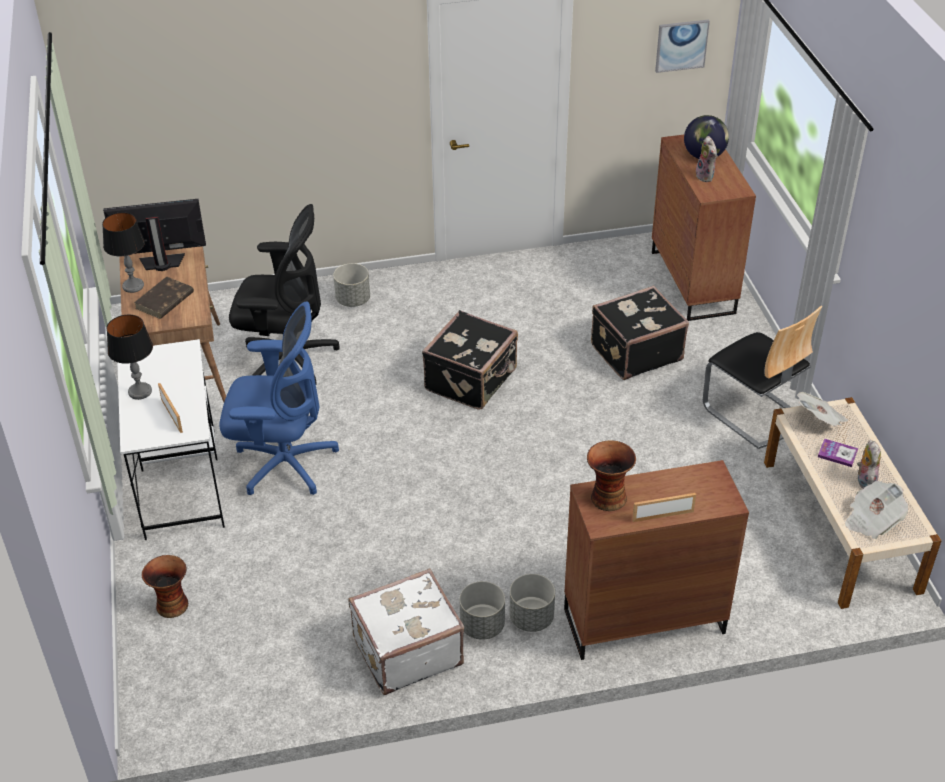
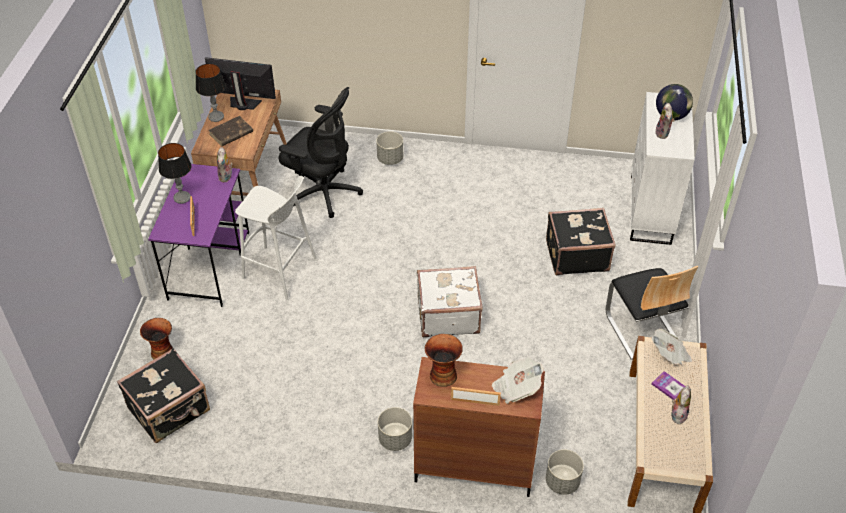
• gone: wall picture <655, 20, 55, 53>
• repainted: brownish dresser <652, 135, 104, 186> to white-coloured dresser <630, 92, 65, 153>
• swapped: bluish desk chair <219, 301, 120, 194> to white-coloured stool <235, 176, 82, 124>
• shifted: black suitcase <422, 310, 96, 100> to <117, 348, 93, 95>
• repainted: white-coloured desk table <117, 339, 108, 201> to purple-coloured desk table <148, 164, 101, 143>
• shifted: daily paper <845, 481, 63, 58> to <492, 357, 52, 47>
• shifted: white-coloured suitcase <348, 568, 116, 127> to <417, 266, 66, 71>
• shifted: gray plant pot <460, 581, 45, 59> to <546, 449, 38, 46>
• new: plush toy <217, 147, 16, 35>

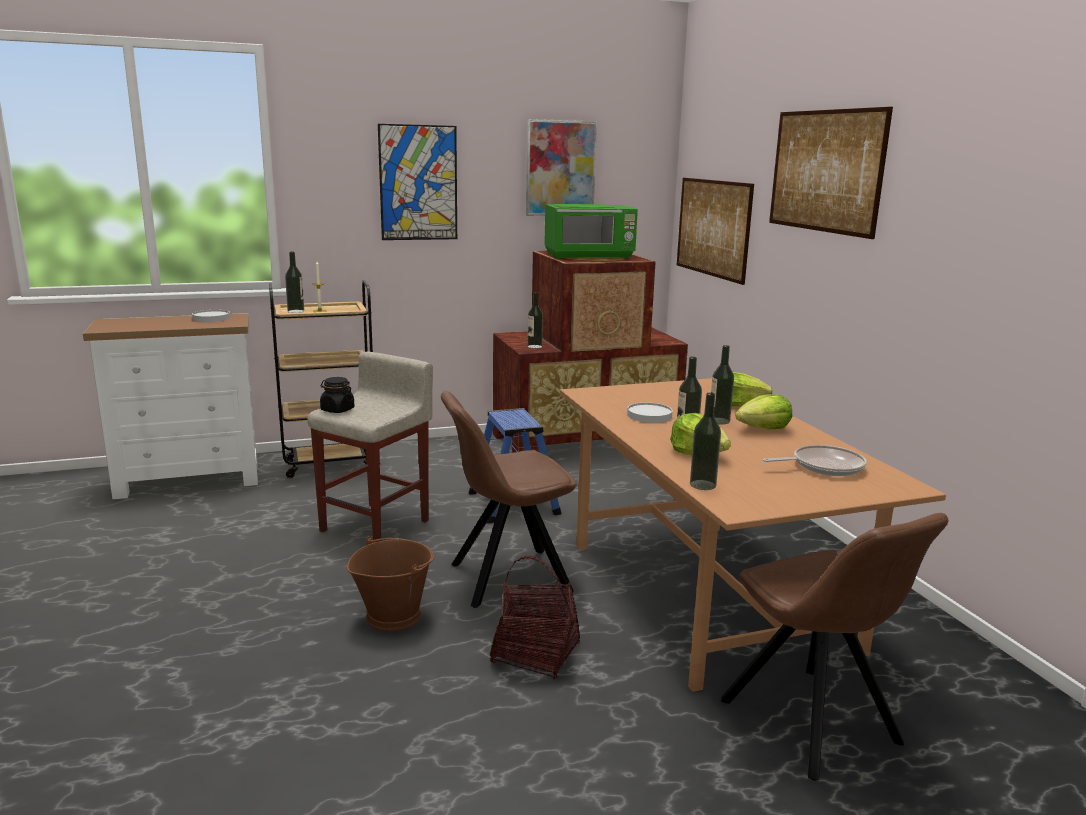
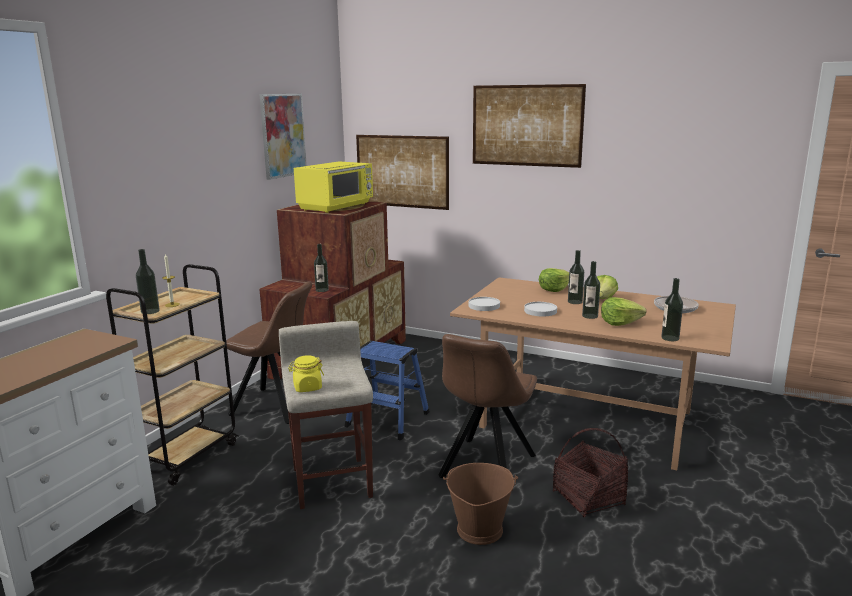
• gone: wall picture <378, 124, 79, 116>
• repainted: green microwave oven <544, 204, 94, 55> to yellow microwave oven <294, 161, 79, 52>
• shifted: white-coloured dinner plate <192, 310, 38, 12> to <469, 297, 31, 14>
• repainted: black preserve jar <320, 377, 34, 36> to yellow preserve jar <288, 355, 36, 37>
• shifted: brownish plain chair <721, 513, 227, 268> to <226, 281, 86, 143>

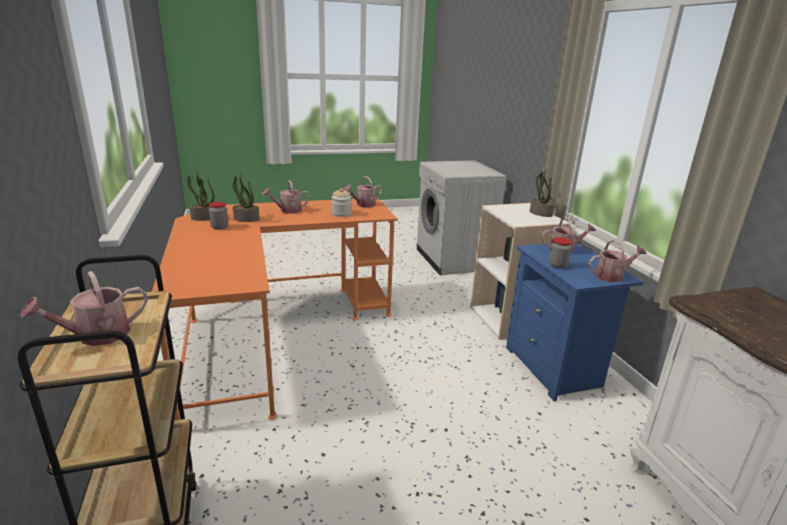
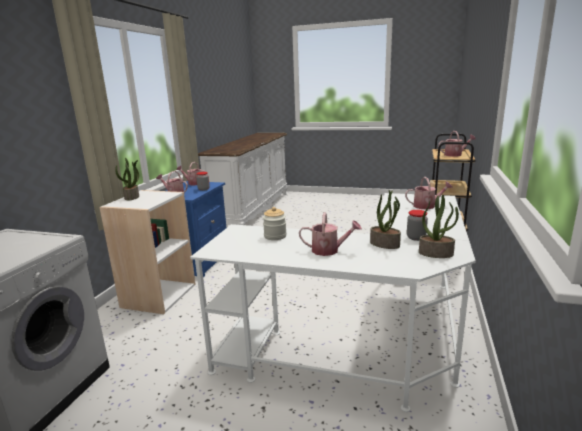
• shifted: watering can <343, 176, 39, 31> to <405, 177, 48, 32>
• repainted: orange desk table <152, 198, 246, 222> to white-coloured desk table <190, 193, 286, 219>

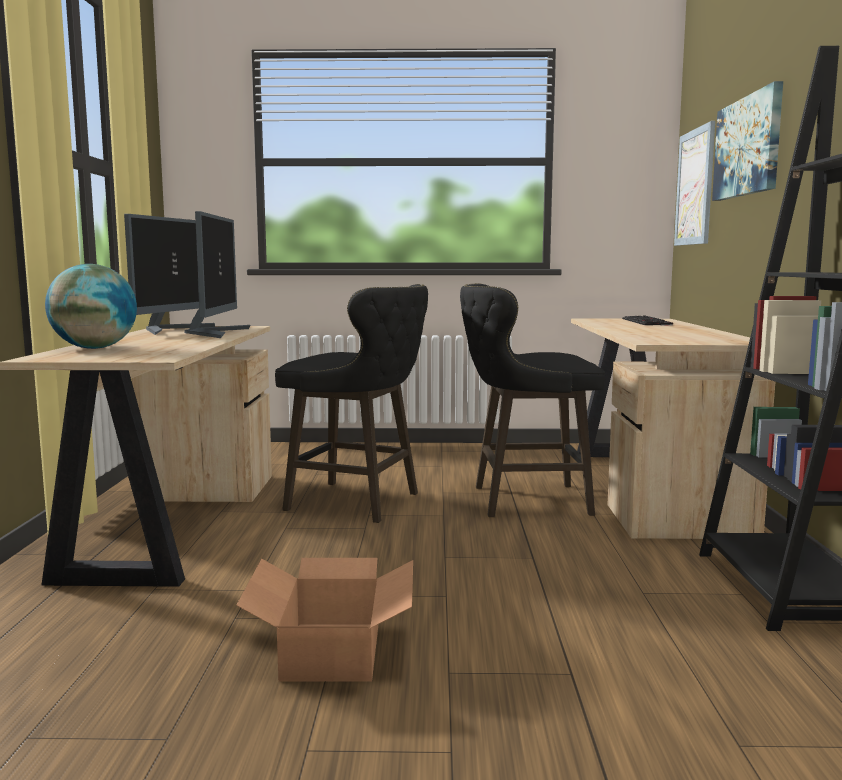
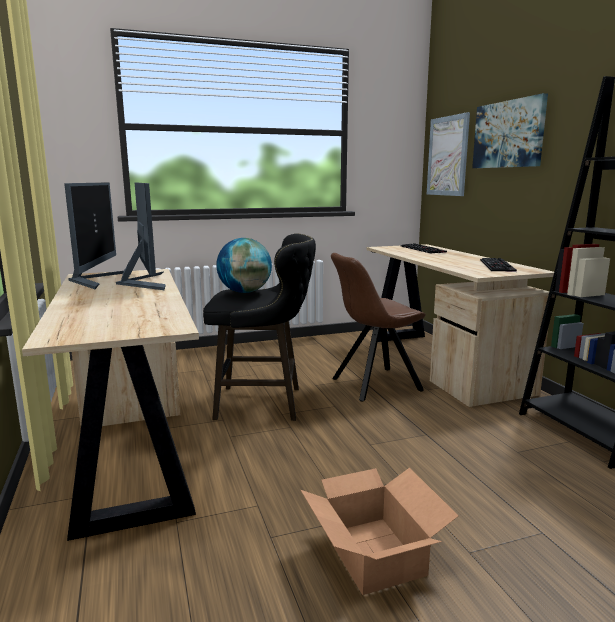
• shifted: world globe <45, 264, 92, 85> to <216, 238, 56, 55>
• swapped: black stool <460, 283, 145, 234> to brownish plain chair <331, 253, 95, 149>
• new: PC keyboard <480, 258, 37, 14>

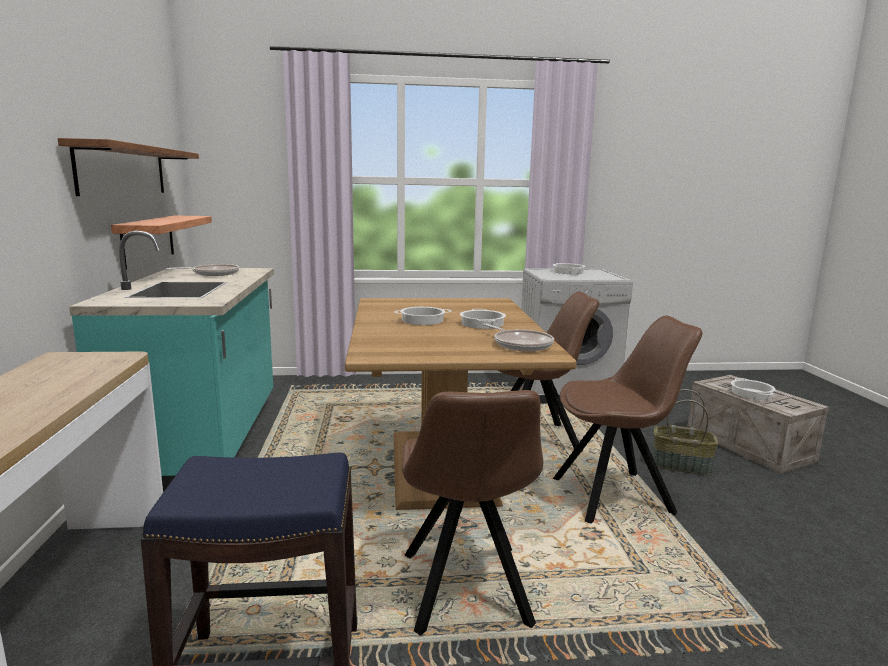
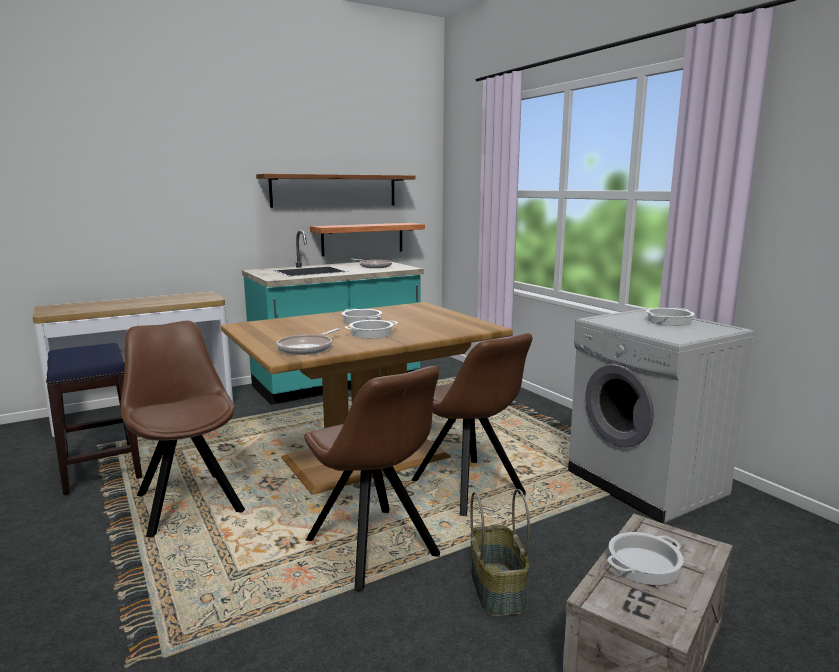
• rotated: brownish plain chair <402, 390, 141, 245> = <121, 321, 124, 217> 90 degrees clockwise

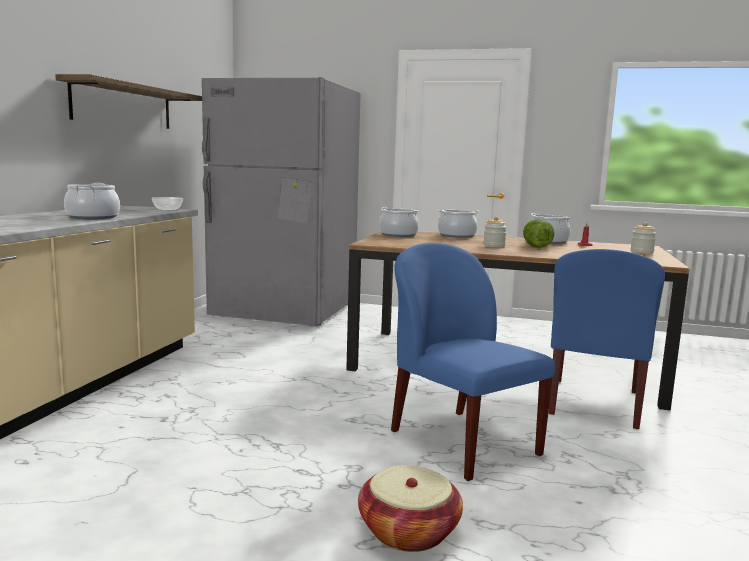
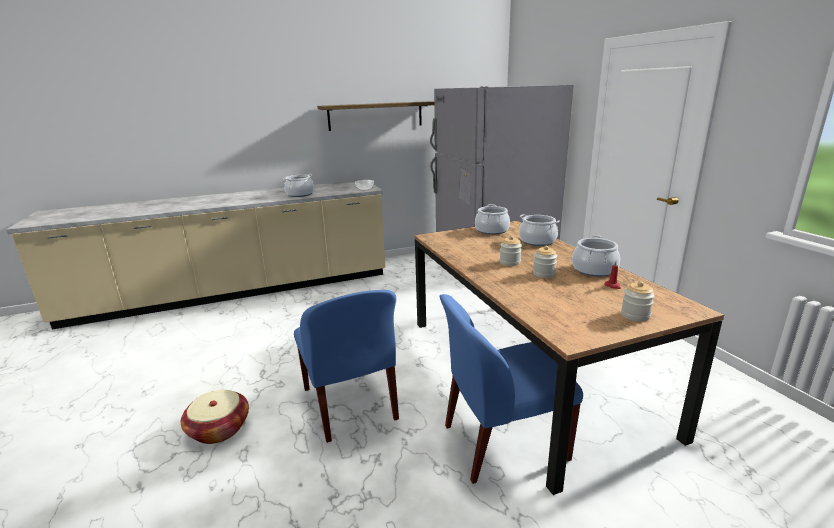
• swapped: lettuce <523, 219, 31, 29> to preserve jar <533, 246, 24, 32>
• rotated: bluish plain chair <391, 243, 165, 238> = <294, 290, 105, 153> 135 degrees clockwise

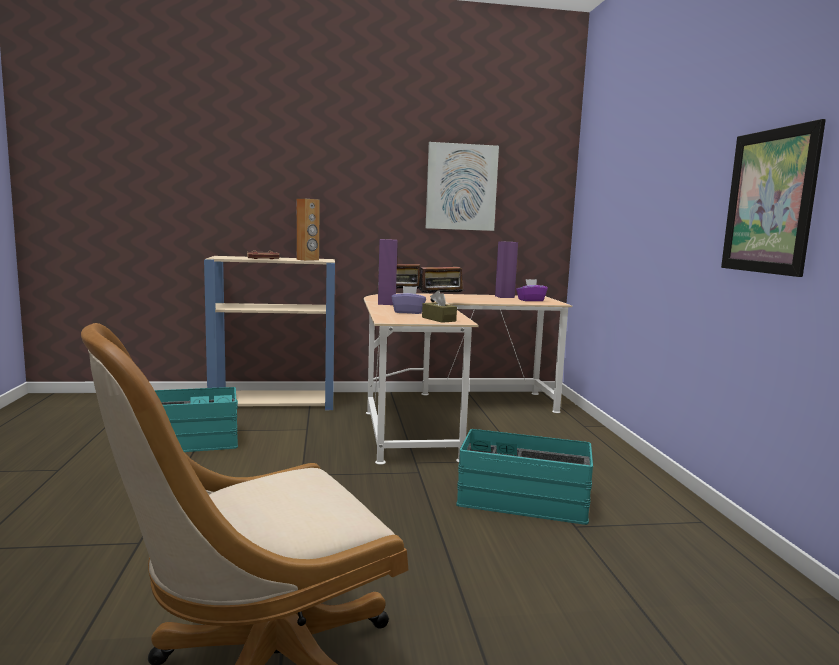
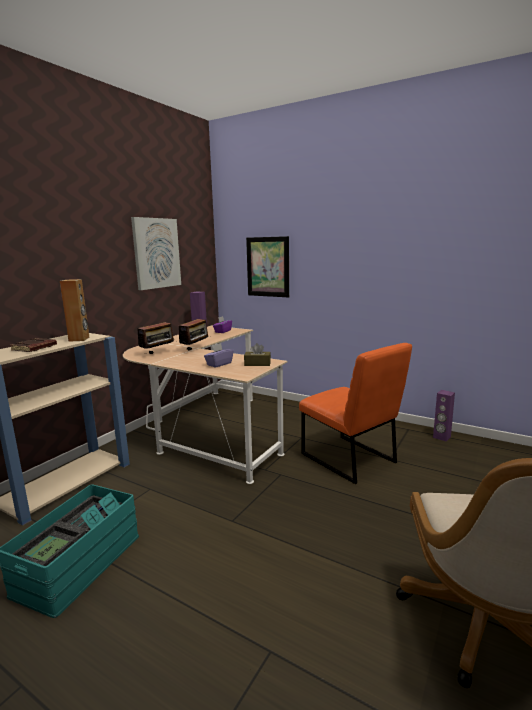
• shifted: wall picture <721, 119, 105, 158> to <246, 236, 43, 61>
• shifted: purple-coloured audio speaker <378, 239, 20, 66> to <433, 390, 22, 52>
• swapped: turquoise storage bin <456, 429, 137, 96> to orange plain chair <299, 343, 113, 141>

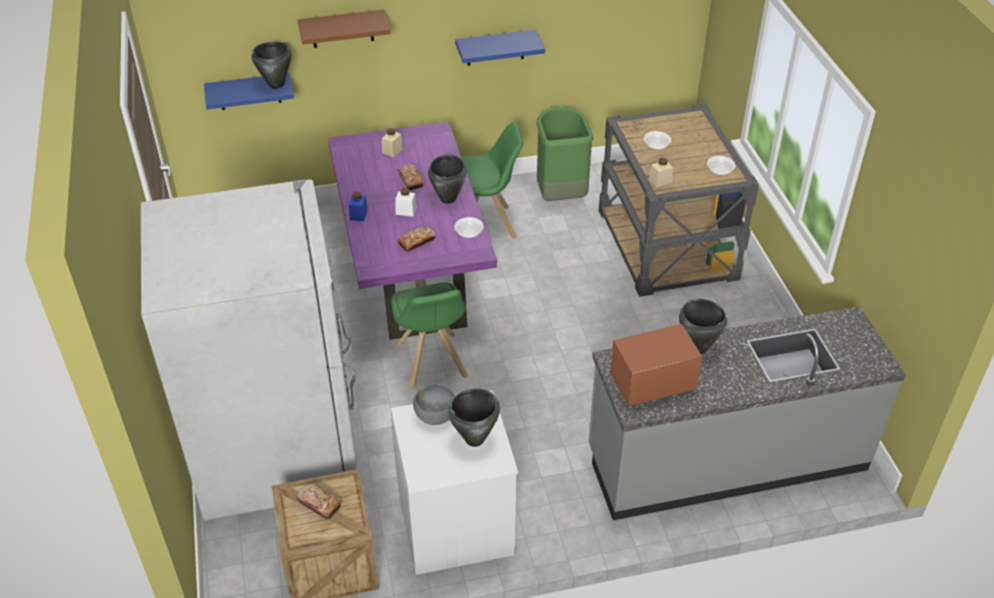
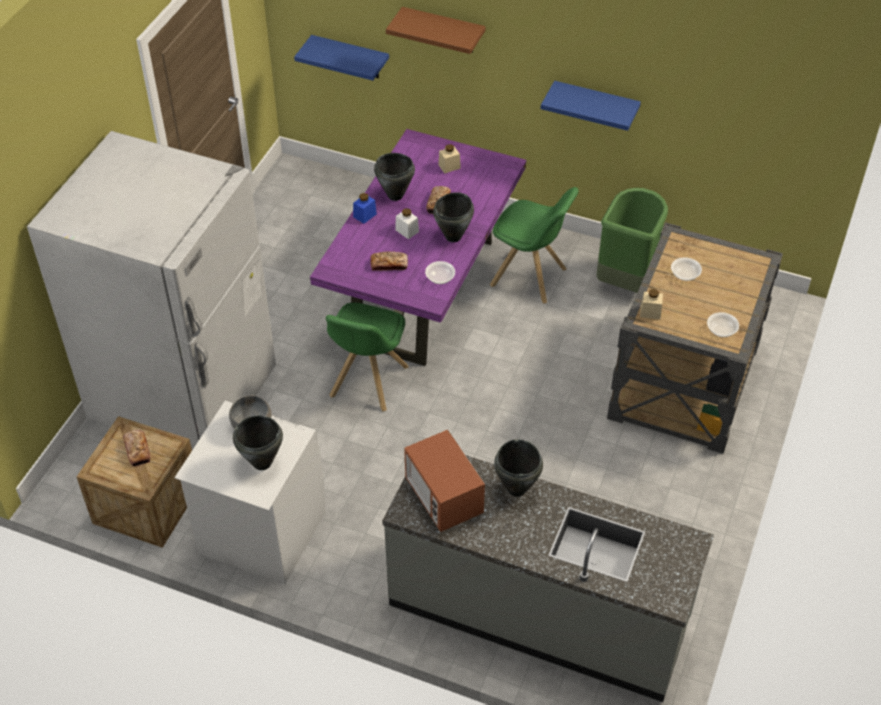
• shifted: black saucepot <252, 42, 40, 47> to <374, 153, 41, 48>
• rotated: microwave oven <610, 324, 92, 82> = <404, 430, 81, 102> 135 degrees counterclockwise

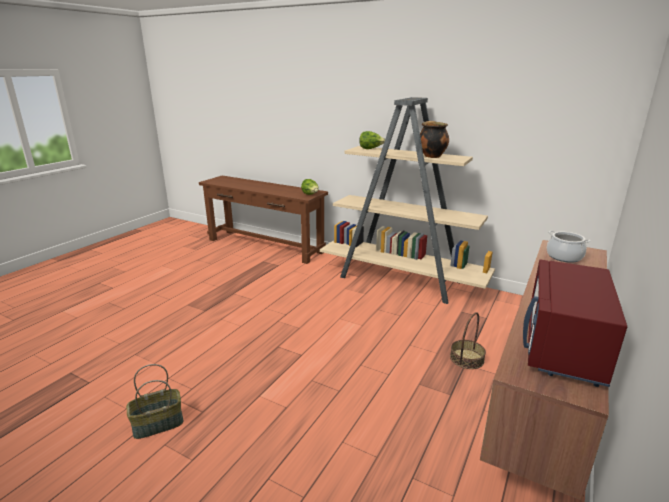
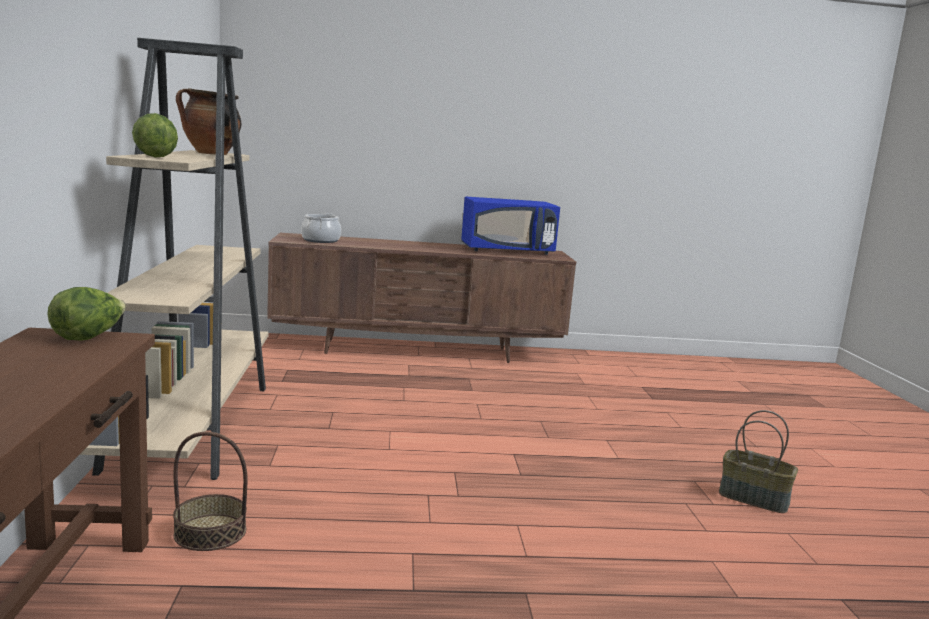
• repainted: reddish microwave oven <523, 260, 104, 127> to bluish microwave oven <461, 197, 99, 58>
• shifted: household basket <450, 312, 36, 57> to <173, 432, 75, 119>

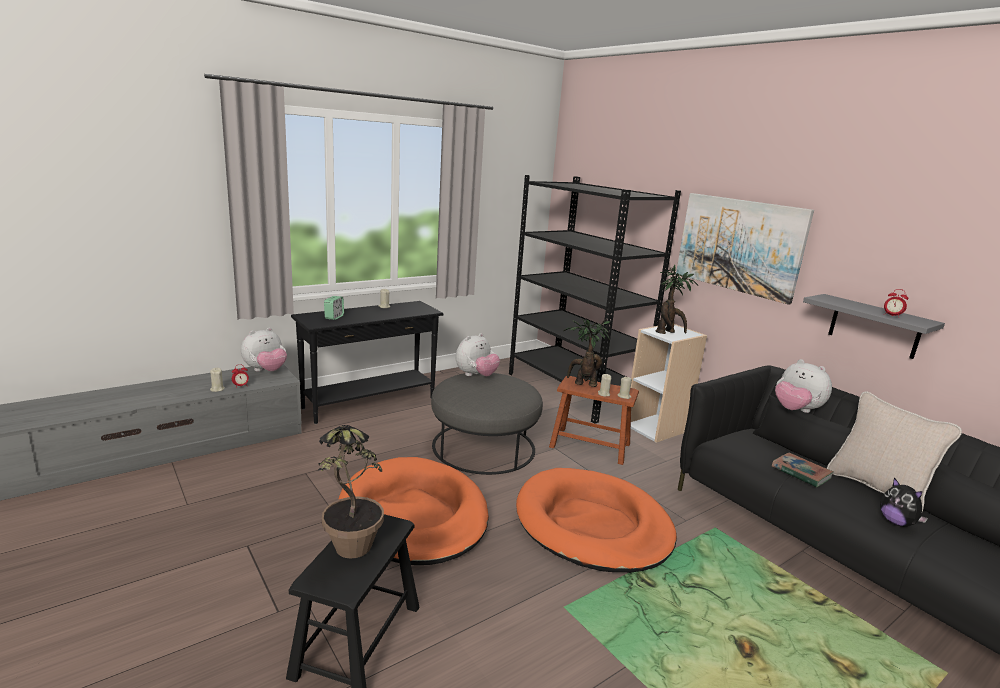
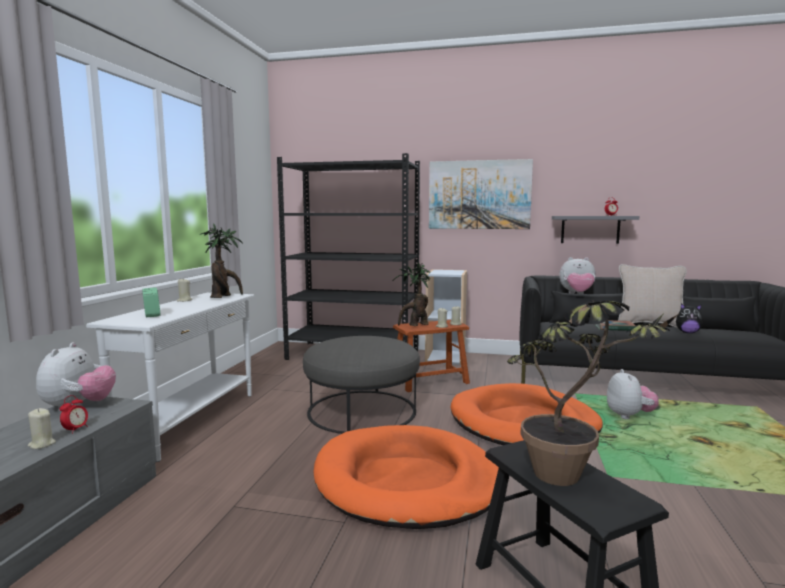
• shifted: potted plant <655, 264, 43, 70> to <200, 223, 43, 75>
• repainted: black hall table <291, 301, 153, 123> to white-coloured hall table <86, 293, 169, 169>
• shifted: plush toy <456, 333, 44, 43> to <607, 369, 52, 50>

